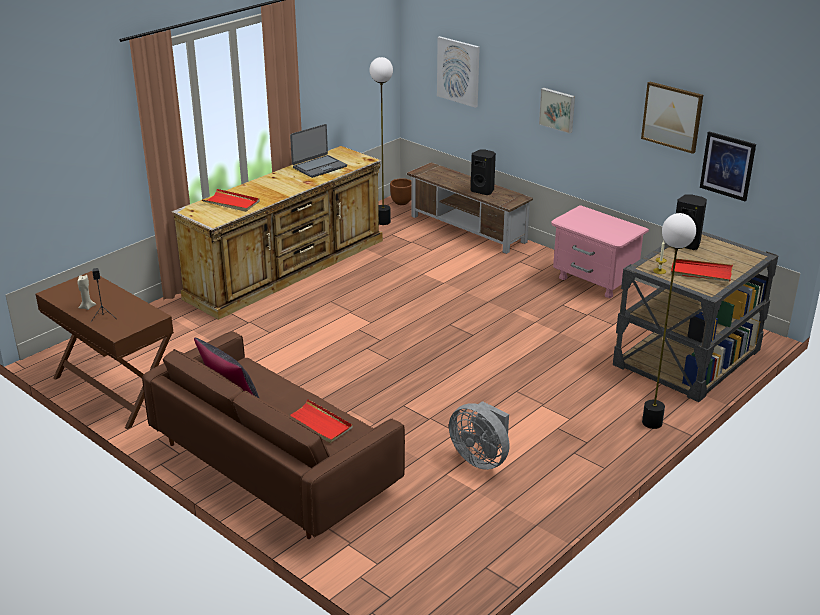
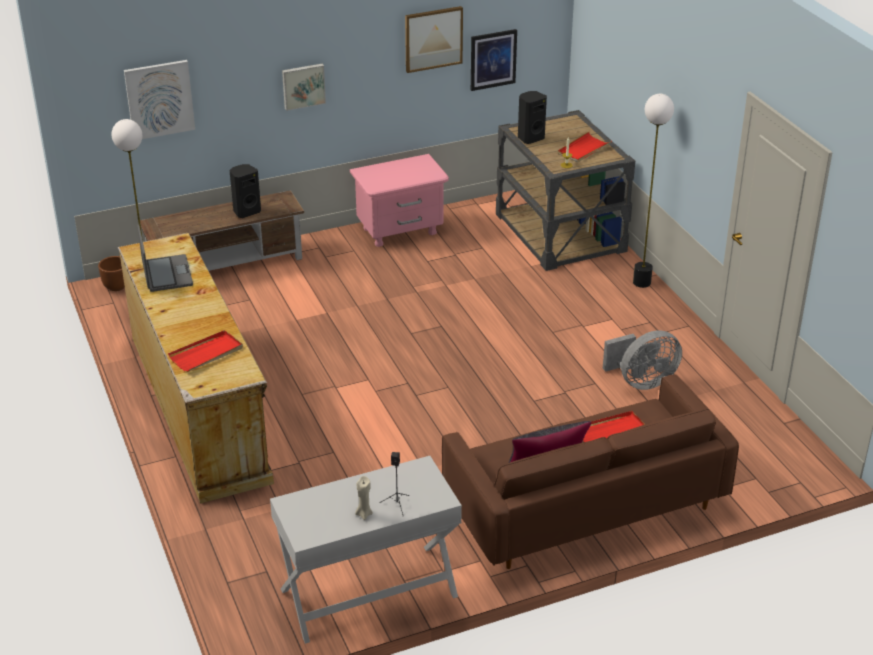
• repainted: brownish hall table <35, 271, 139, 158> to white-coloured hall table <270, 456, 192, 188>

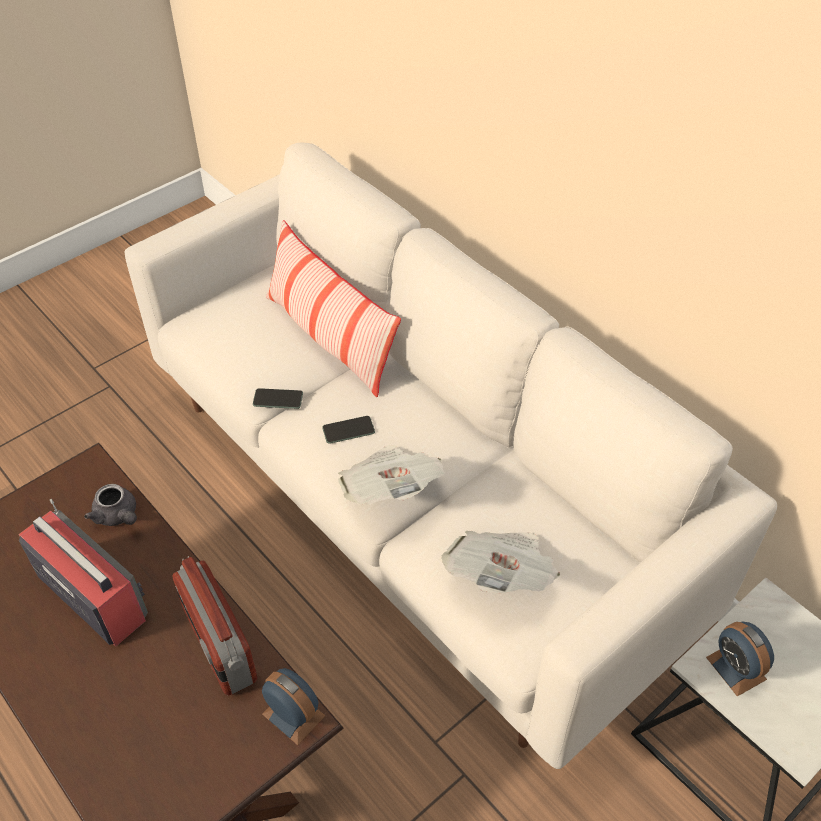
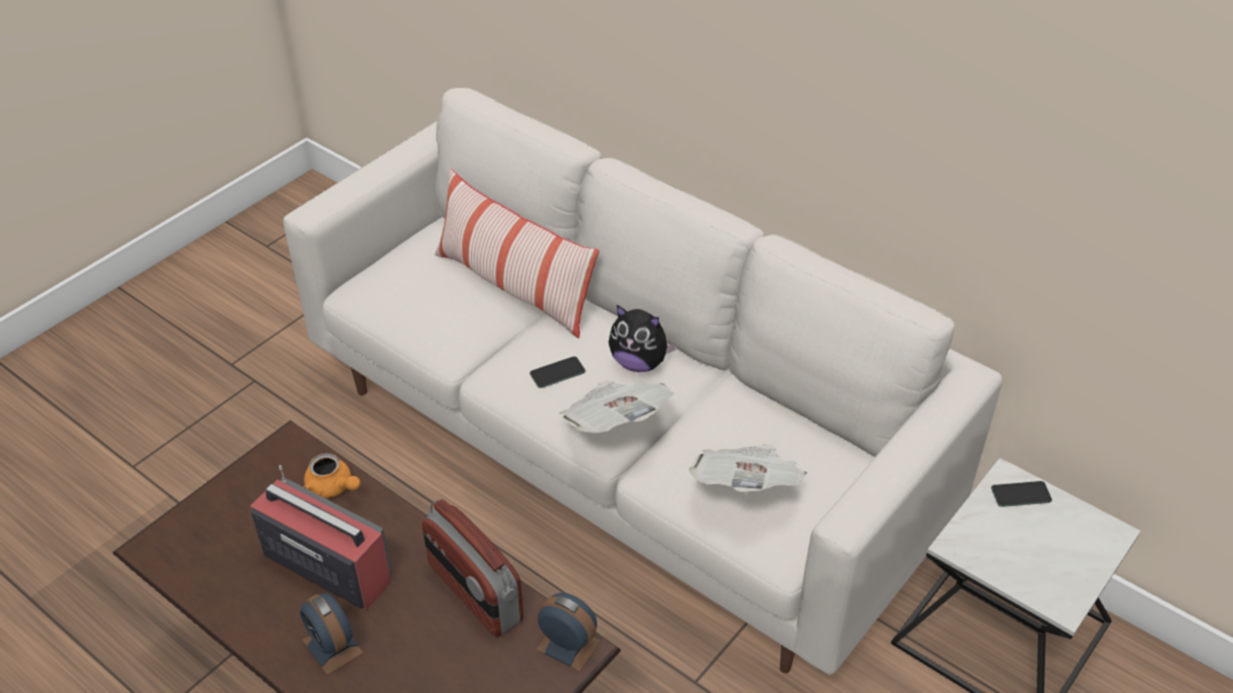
• shifted: telephone <253, 388, 50, 21> to <991, 481, 61, 26>
• repainted: gray tea pot <84, 484, 53, 42> to orange tea pot <303, 453, 57, 45>
• shifted: bedside clock <706, 621, 68, 75> to <300, 593, 63, 82>
• new: plush toy <608, 305, 69, 67>

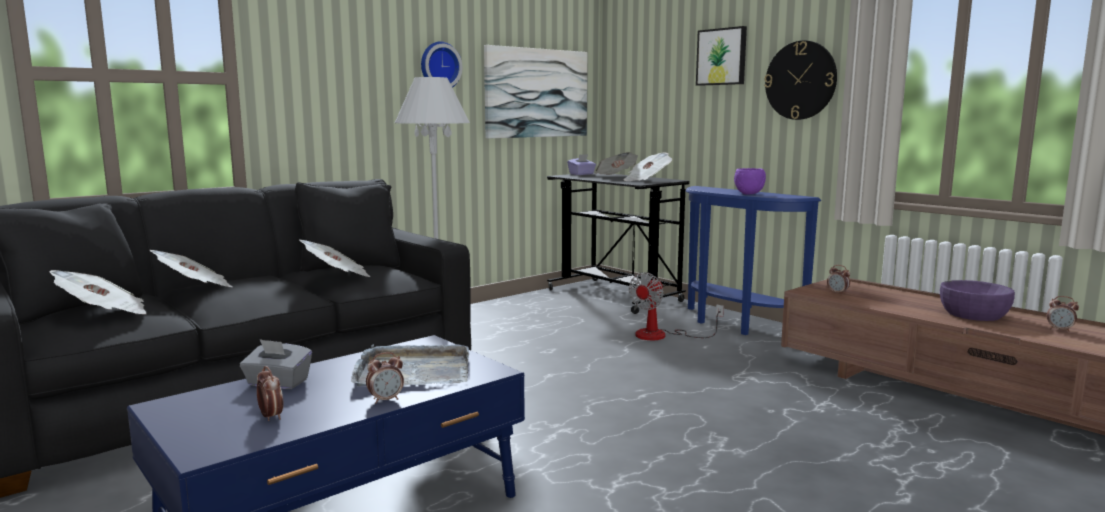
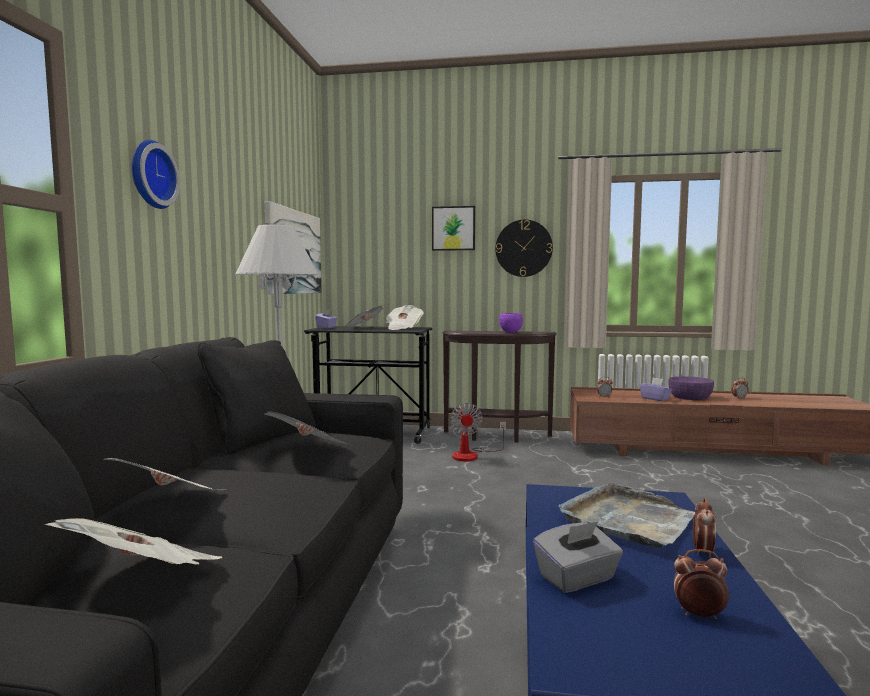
• shifted: wall clock <421, 41, 41, 47> to <131, 140, 49, 69>
• repainted: bluish hall table <685, 186, 136, 149> to brownish hall table <442, 331, 115, 111>
• new: purple-coloured tissue holder <639, 378, 33, 23>

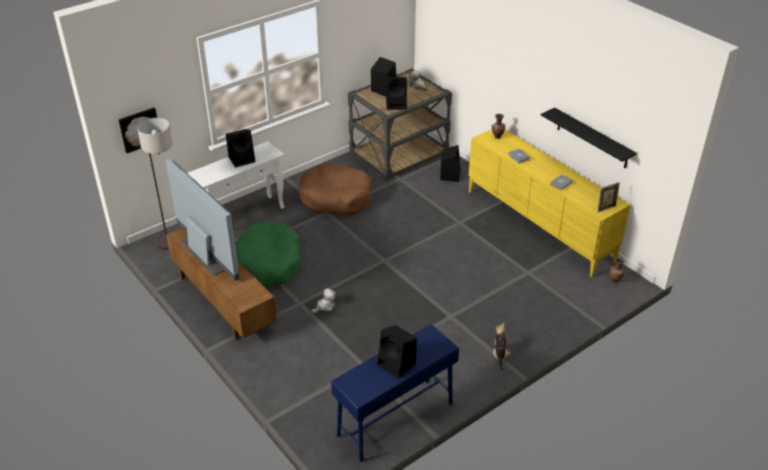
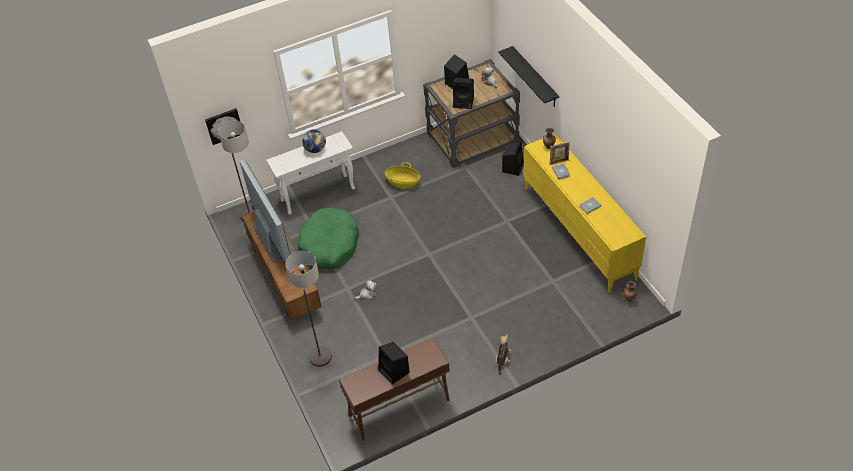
• shifted: black bracket shelf <541, 108, 96, 60> to <498, 46, 61, 61>
• swapped: black audio speaker <226, 129, 29, 38> to world globe <302, 129, 24, 24>
• swapped: brownish dog bed <299, 164, 72, 51> to household basket <385, 162, 35, 27>
• shifted: standing frame <597, 182, 23, 31> to <550, 142, 20, 23>
• repainted: bluish hall table <331, 324, 128, 138> to brownish hall table <339, 337, 111, 104>
• new: gray standing lamp <285, 251, 47, 116>

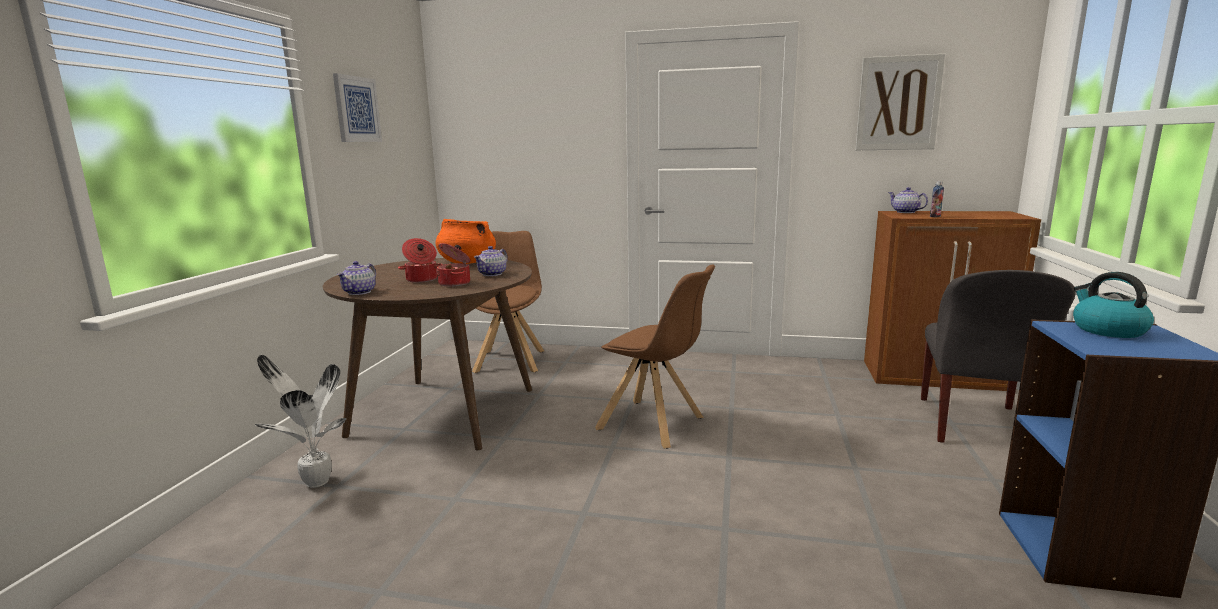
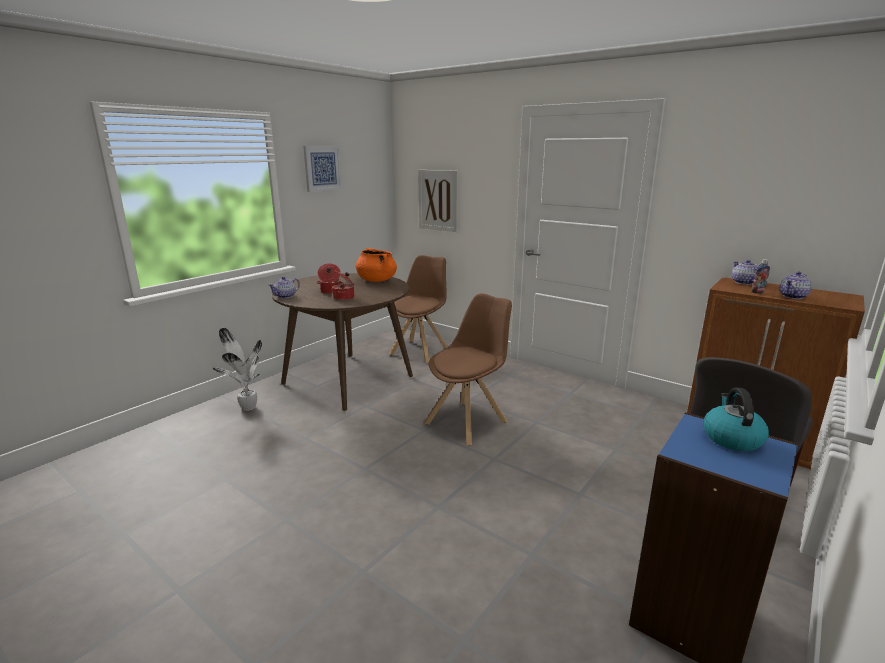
• shifted: wall picture <856, 54, 89, 96> to <418, 170, 40, 62>
• shifted: tea pot <474, 246, 34, 30> to <779, 271, 33, 28>
• rotated: brownish plain chair <595, 265, 120, 184> = <424, 293, 88, 153> 105 degrees counterclockwise

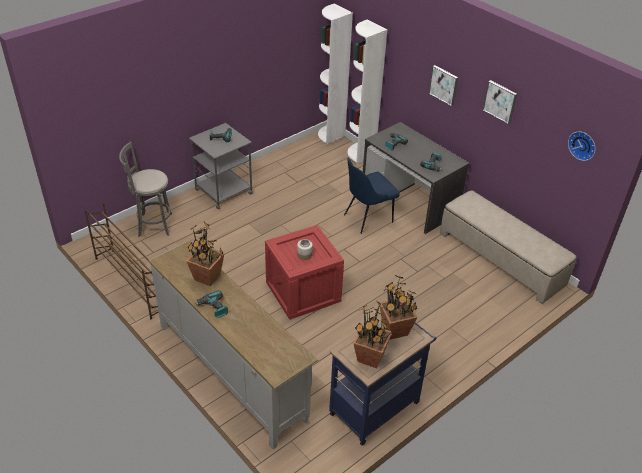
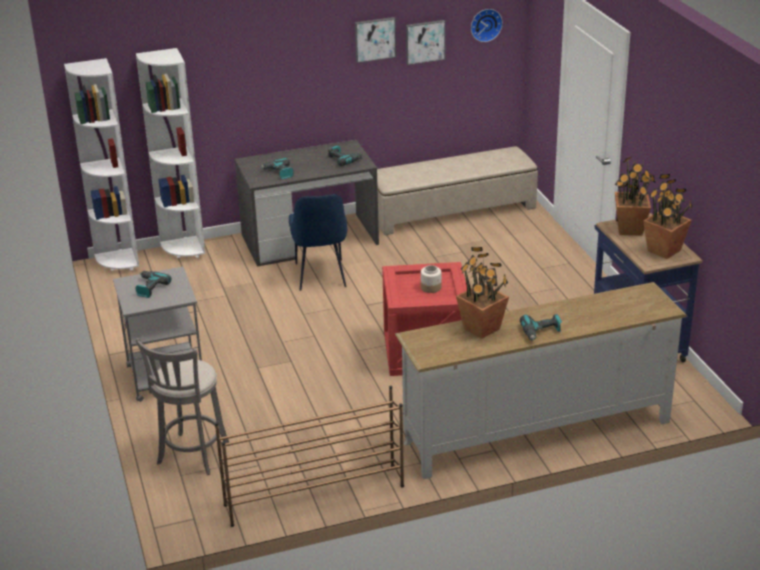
• shifted: wall picture <429, 65, 29, 41> to <406, 20, 40, 45>

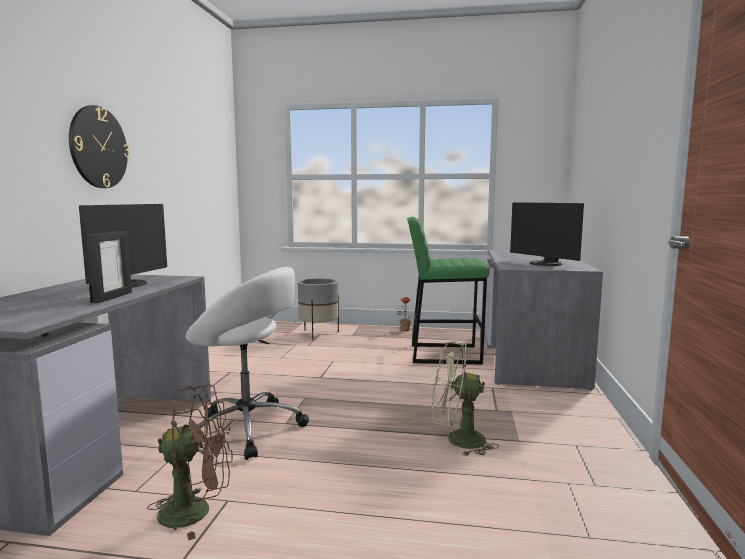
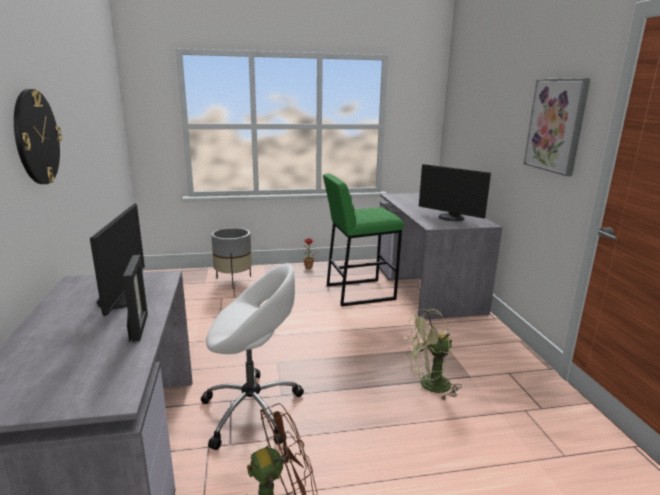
• new: wall picture <524, 78, 67, 98>

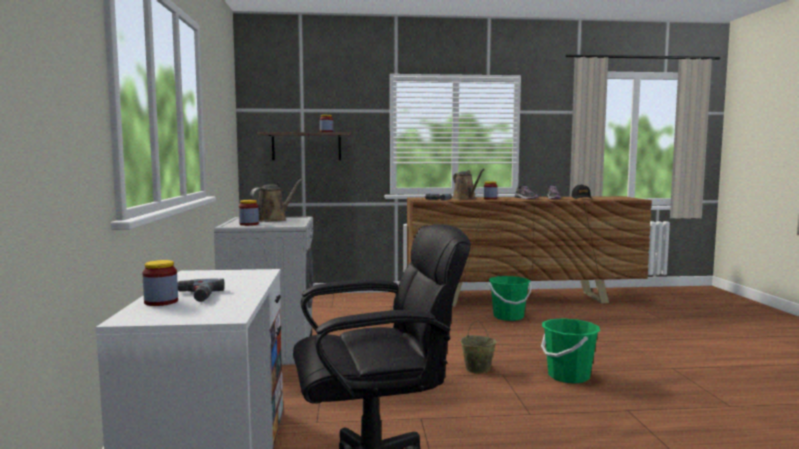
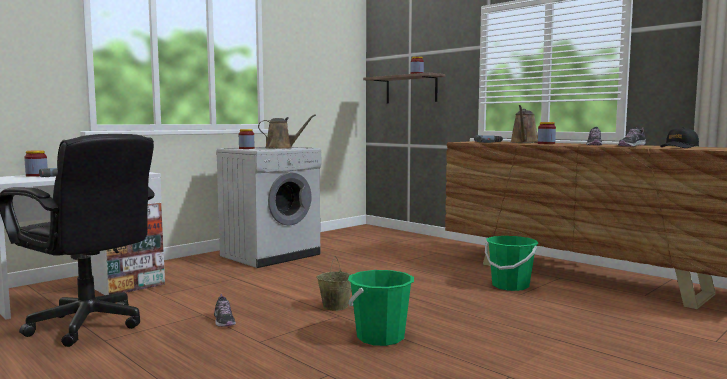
• new: low shoe <214, 294, 22, 33>

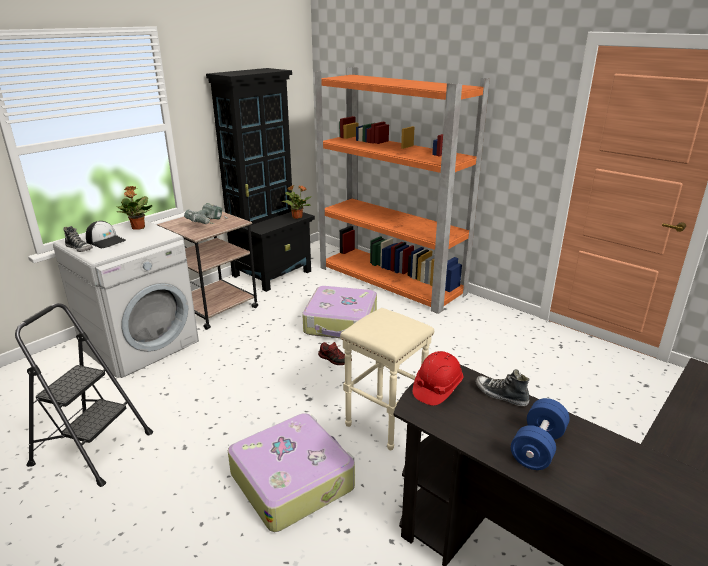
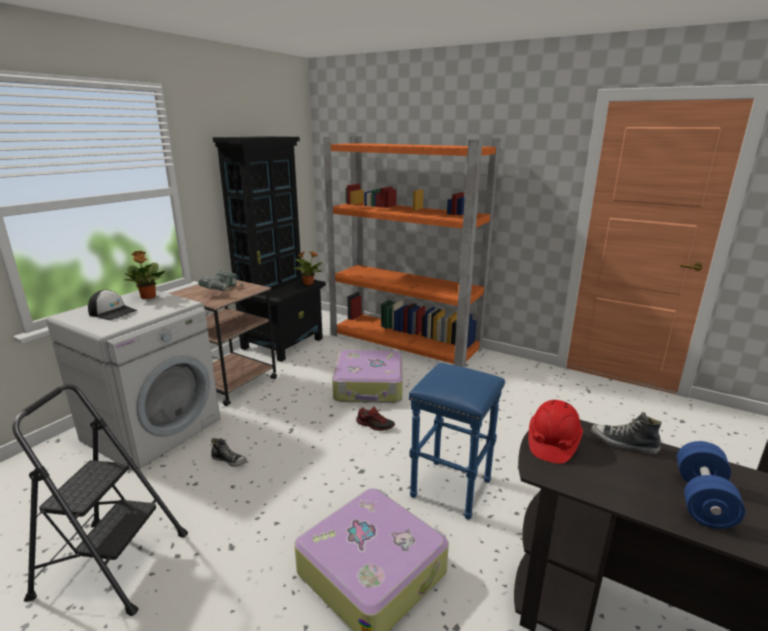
• shifted: low shoe <63, 226, 30, 26> to <211, 438, 36, 29>
• repainted: beige stool <340, 308, 94, 142> to bluish stool <409, 363, 96, 156>

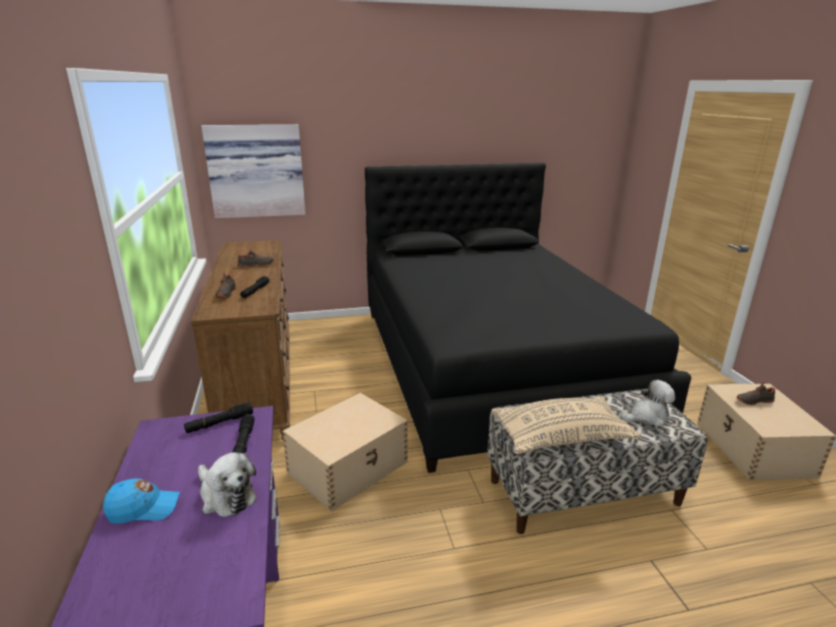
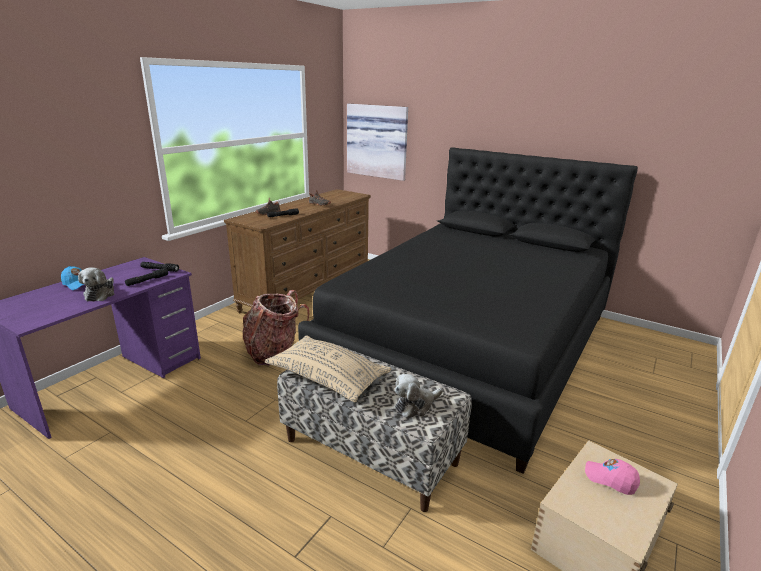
• rotated: plush toy <620, 380, 55, 46> = <395, 374, 48, 44> 120 degrees clockwise
• swapped: black low shoe <736, 381, 40, 24> to pink-coloured cap <585, 459, 55, 36>
• swapped: beige storage bin <282, 393, 126, 118> to backpack <243, 290, 66, 75>

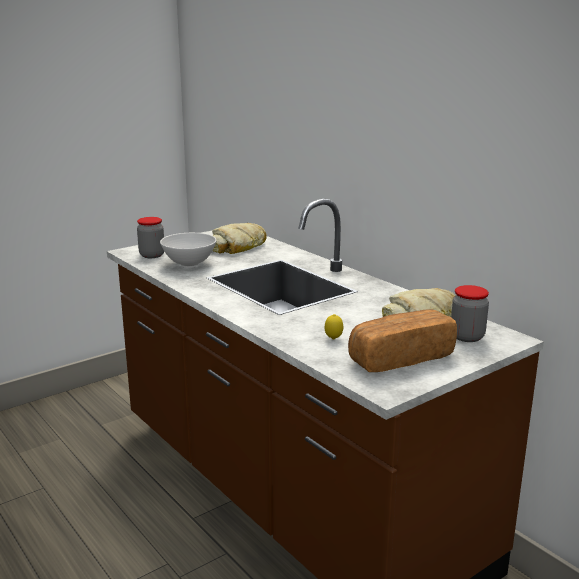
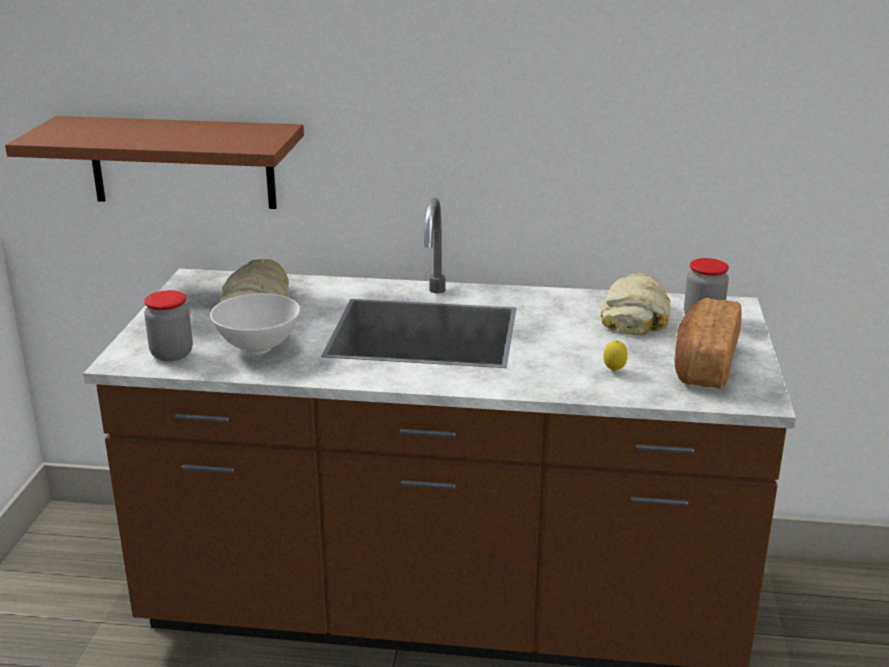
• new: brownish bracket shelf <5, 116, 299, 93>

